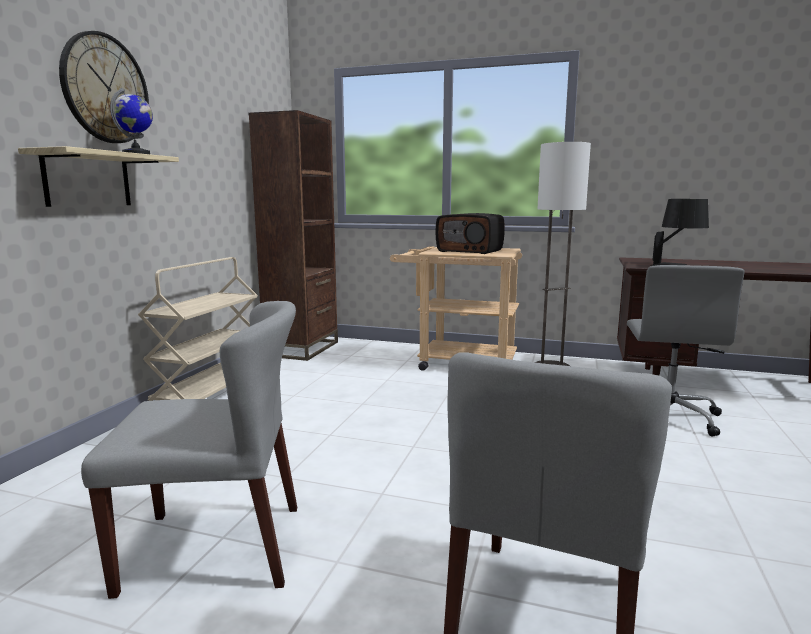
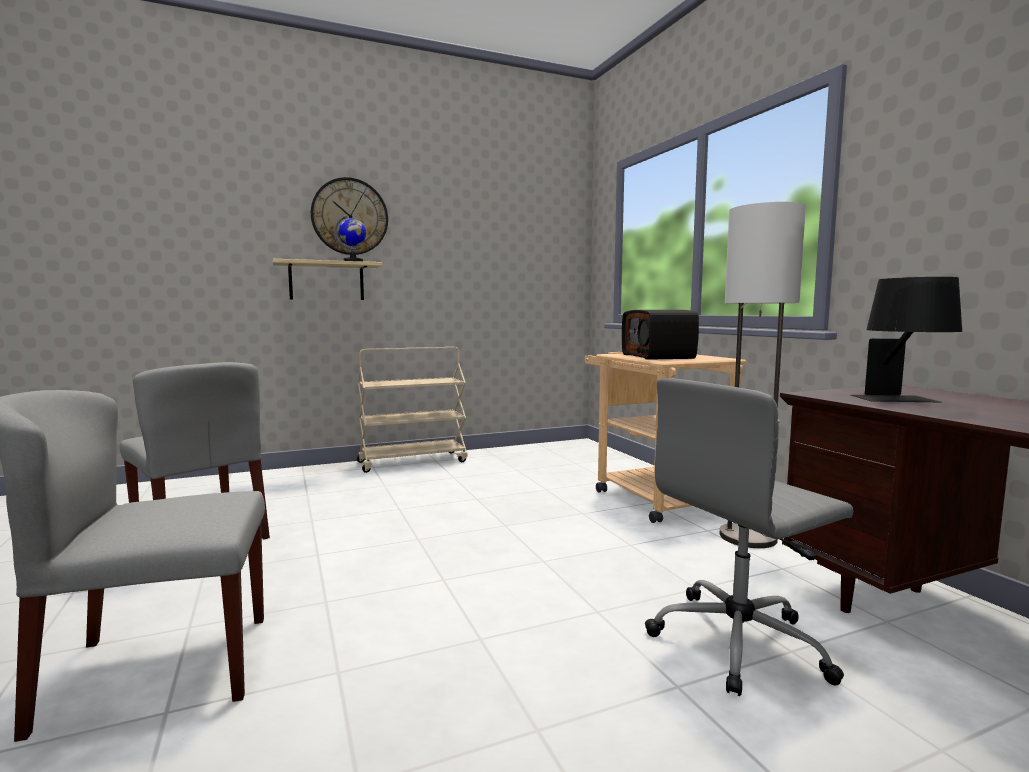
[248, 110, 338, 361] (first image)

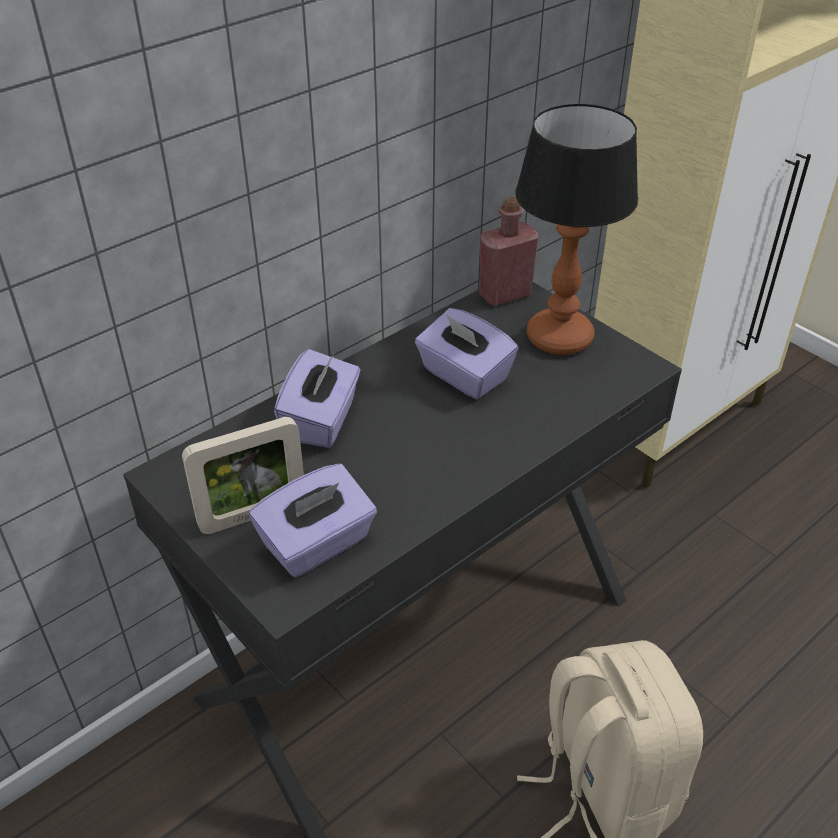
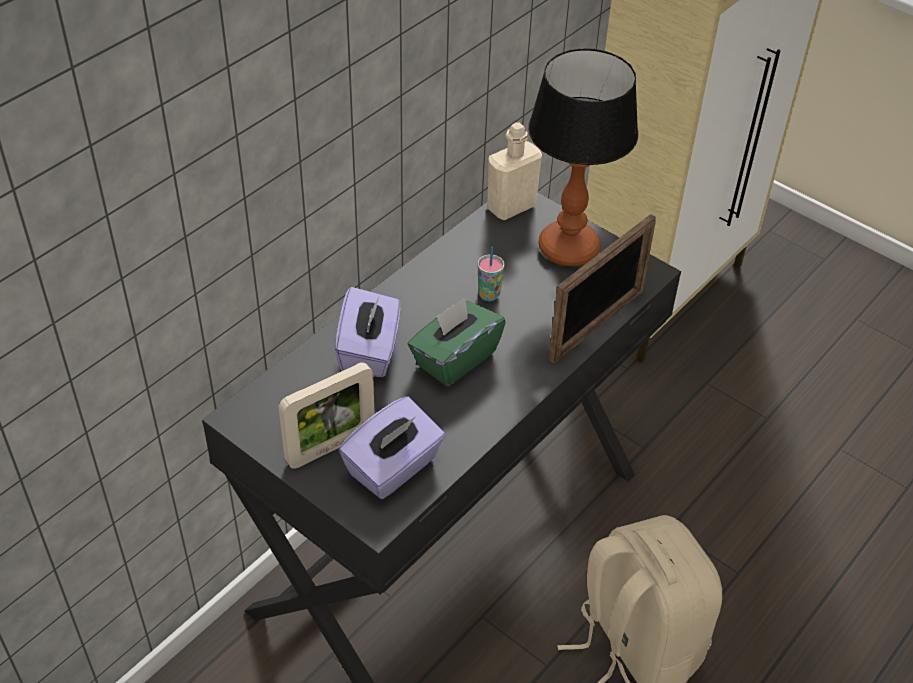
[408, 298, 506, 386]
[478, 247, 504, 301]
[487, 122, 542, 220]
[549, 214, 656, 363]

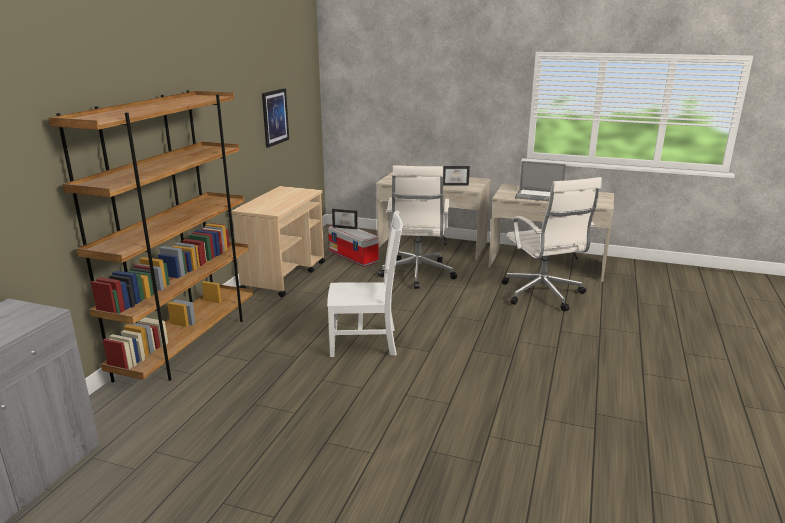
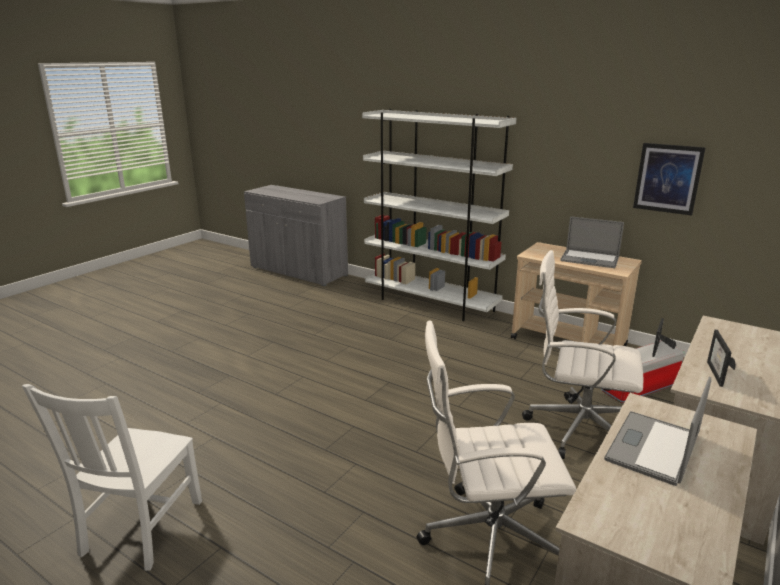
[22, 384, 202, 571]
[362, 109, 516, 321]
[560, 216, 624, 268]

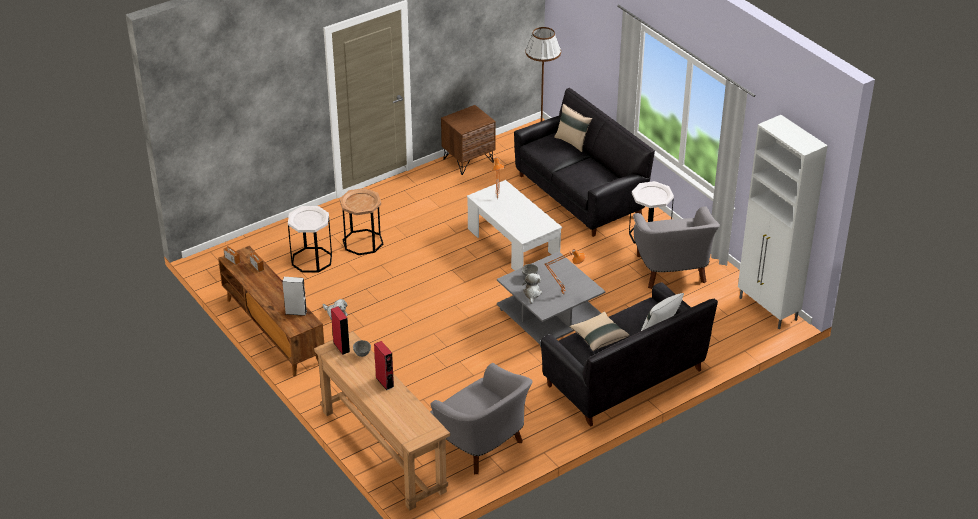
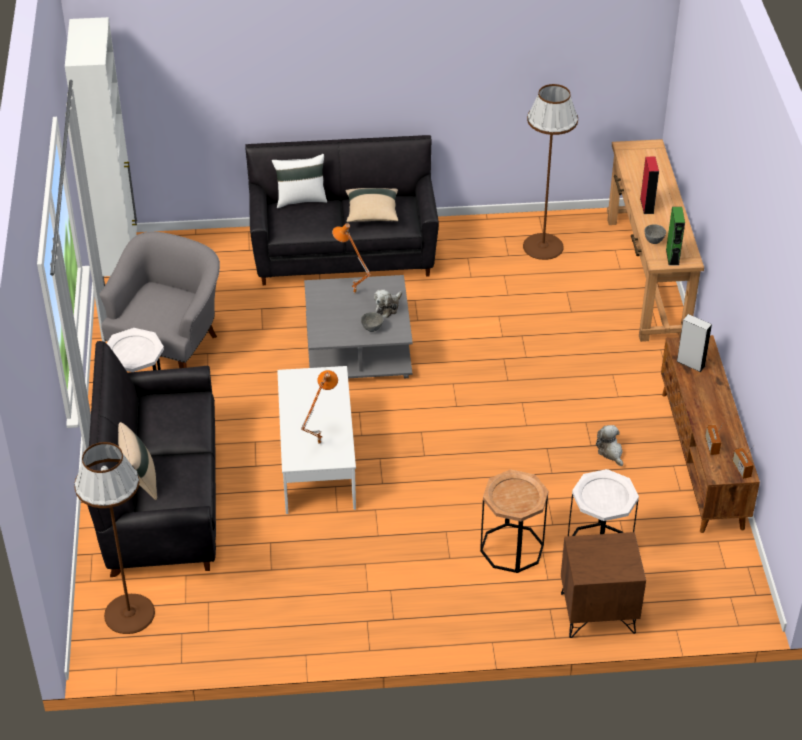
[523, 84, 578, 260]
[561, 532, 646, 638]
[666, 207, 685, 266]

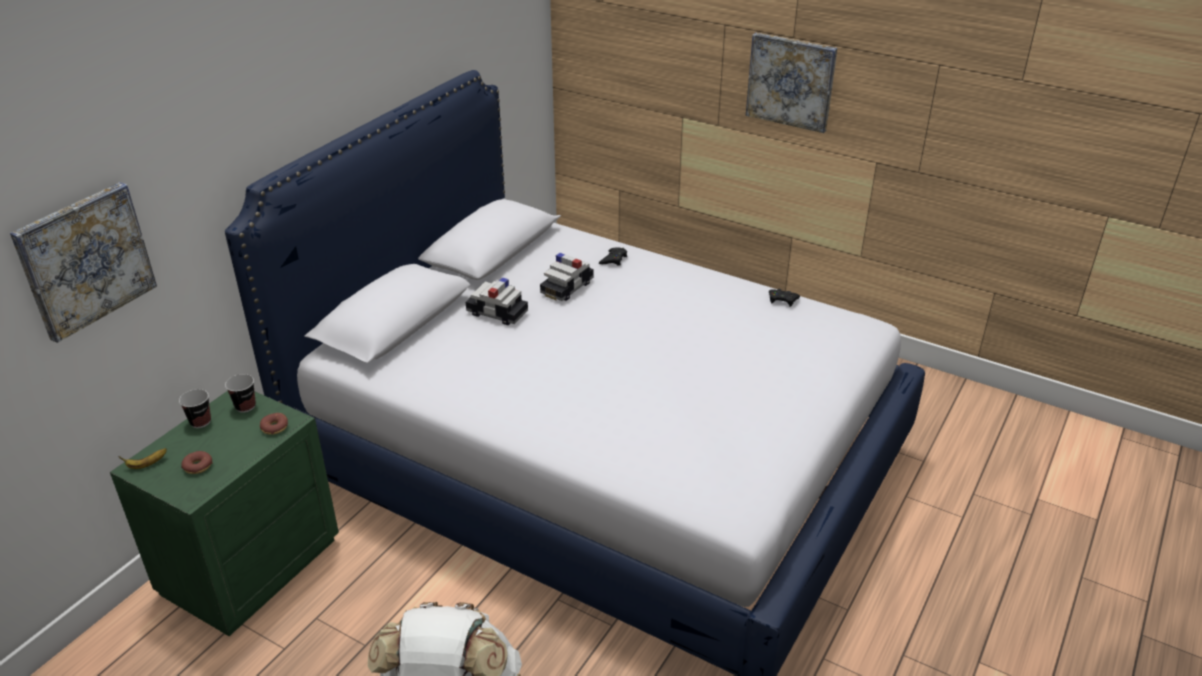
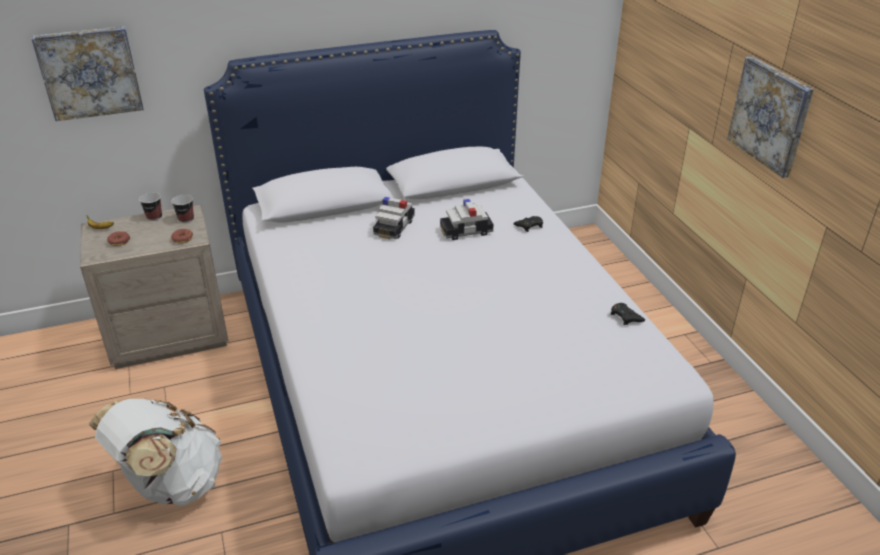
[80, 204, 228, 369]
[373, 197, 415, 239]

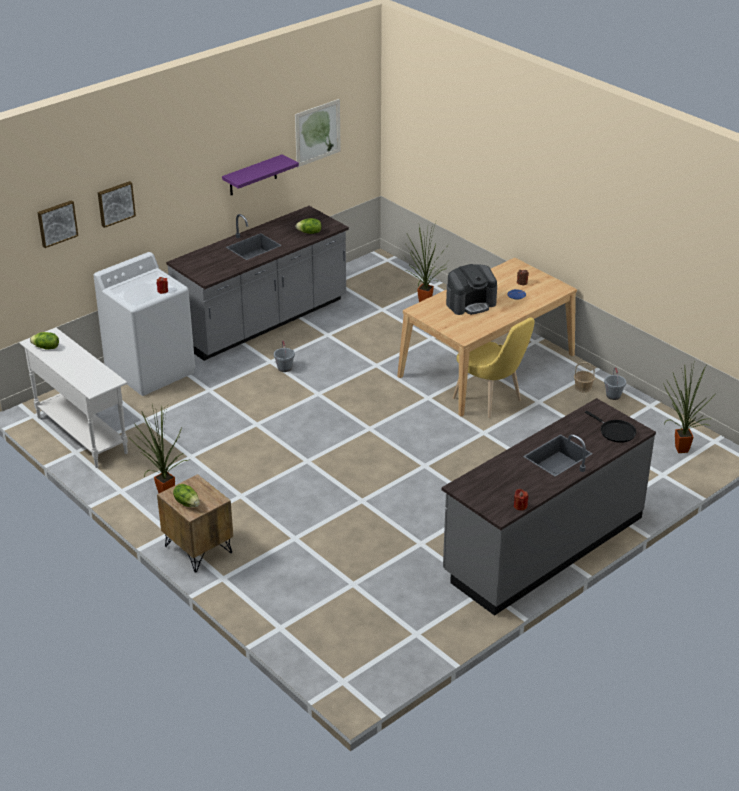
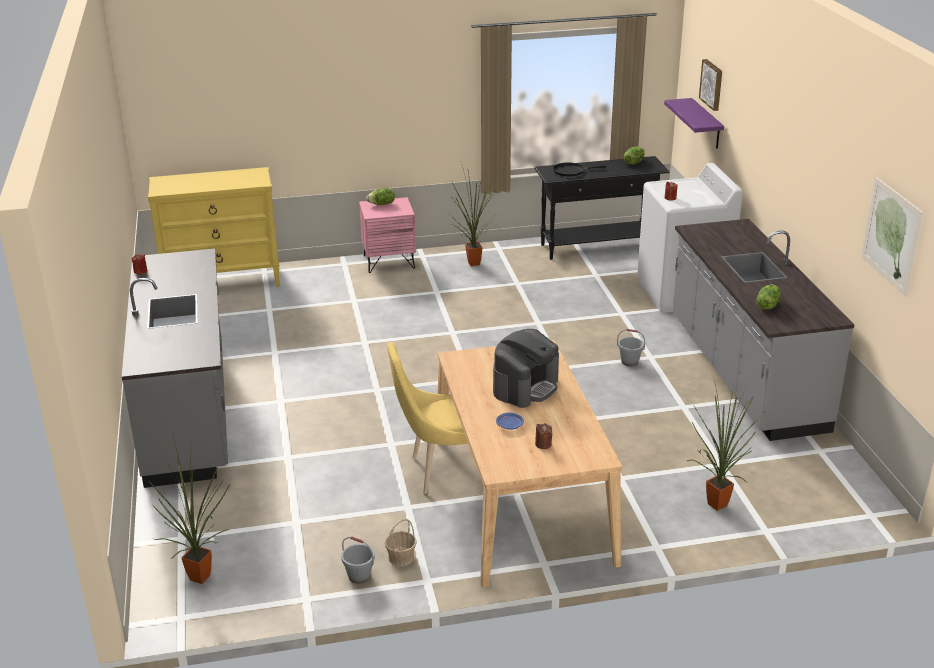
[148, 167, 280, 287]
[359, 197, 416, 273]
[493, 329, 559, 408]
[534, 156, 669, 260]
[553, 162, 606, 177]
[664, 98, 724, 149]
[98, 181, 136, 228] (first image)

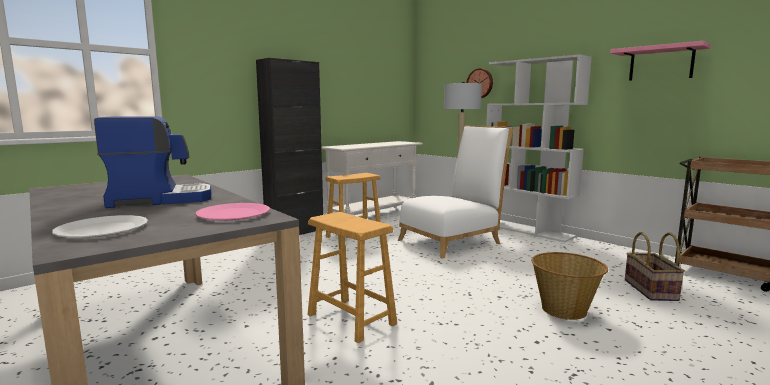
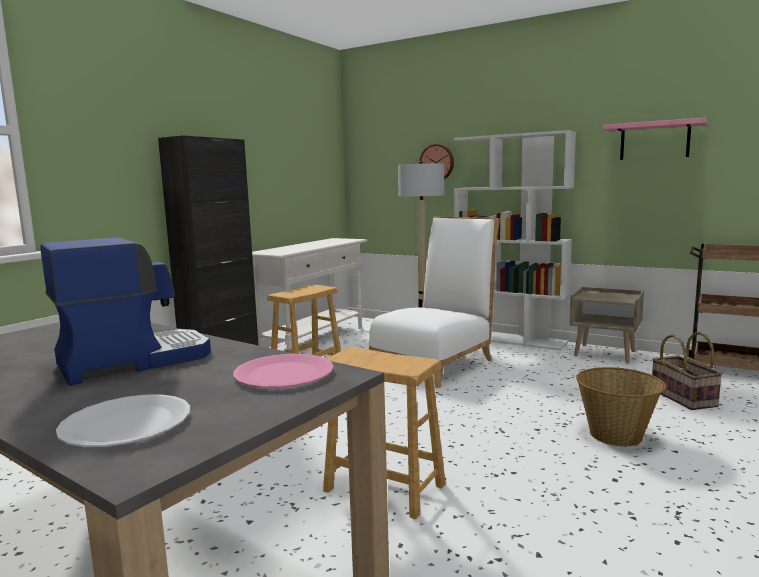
[570, 287, 644, 363]

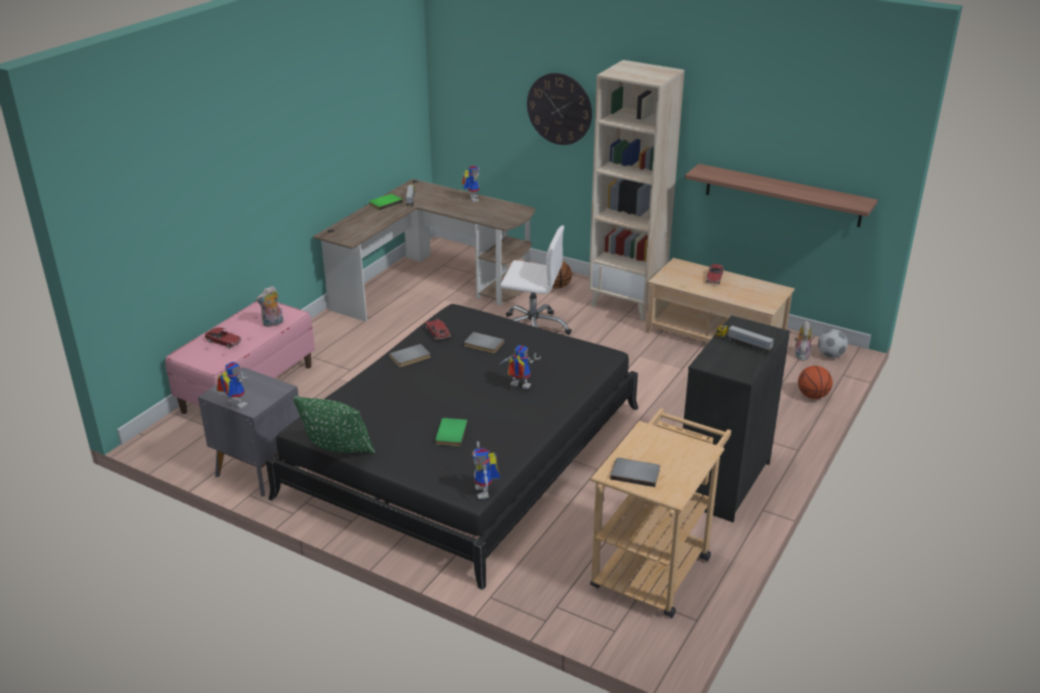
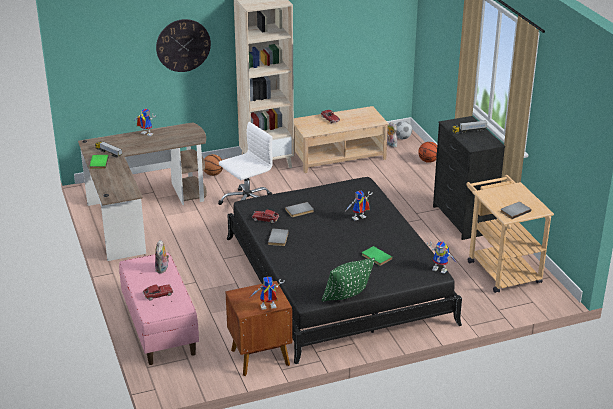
[225, 281, 292, 376]
[685, 164, 878, 227] (first image)

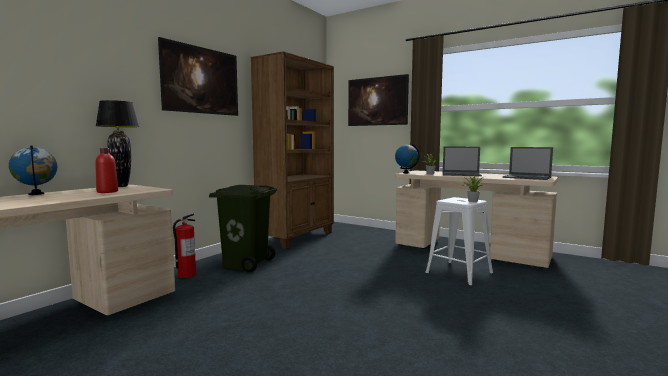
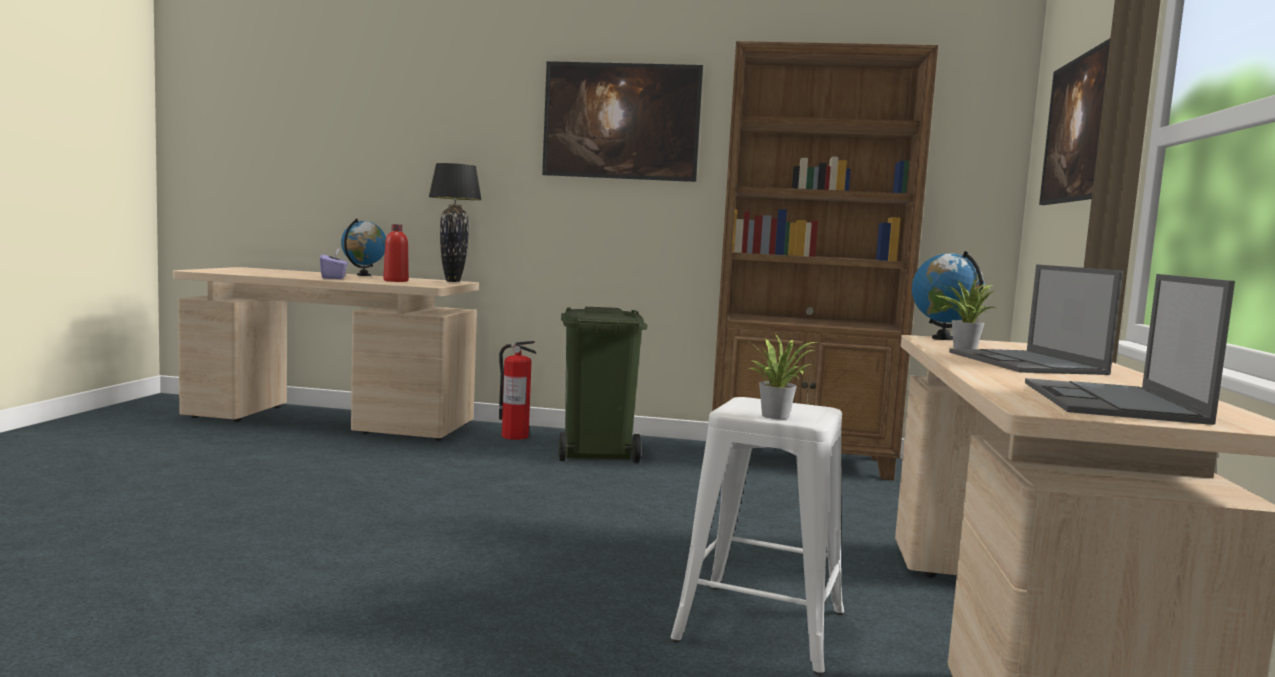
[320, 248, 348, 279]

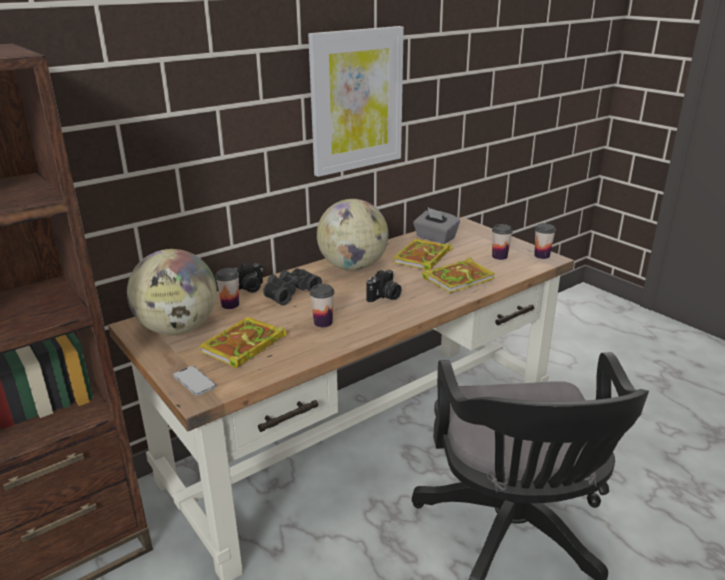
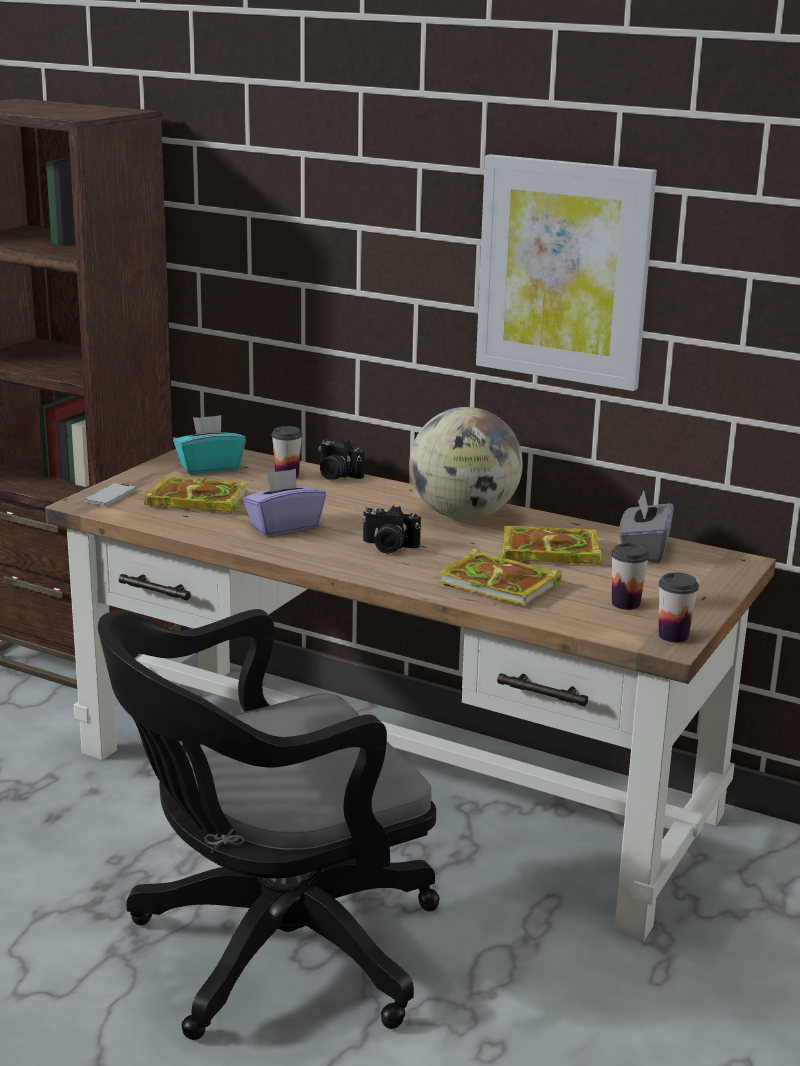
[173, 415, 246, 474]
[243, 469, 326, 536]
[263, 268, 322, 305] (first image)

